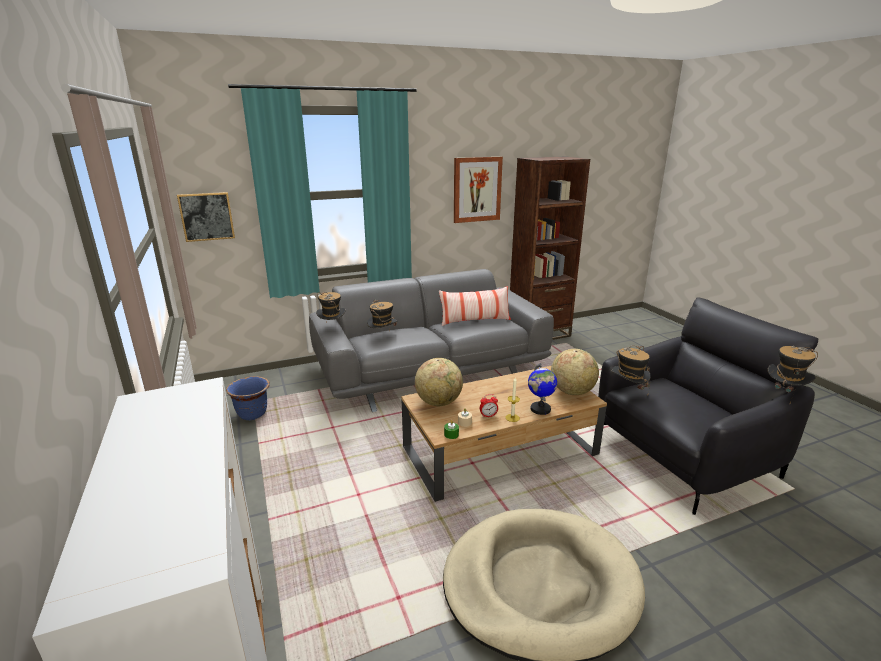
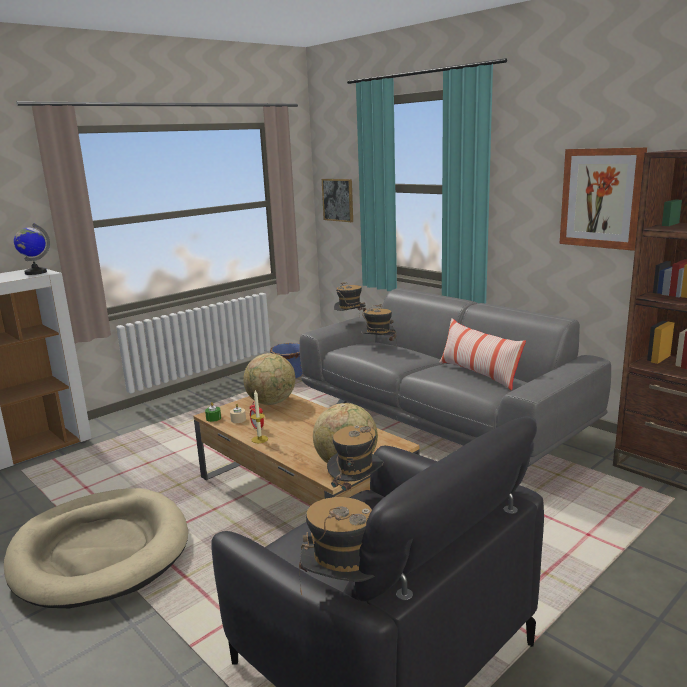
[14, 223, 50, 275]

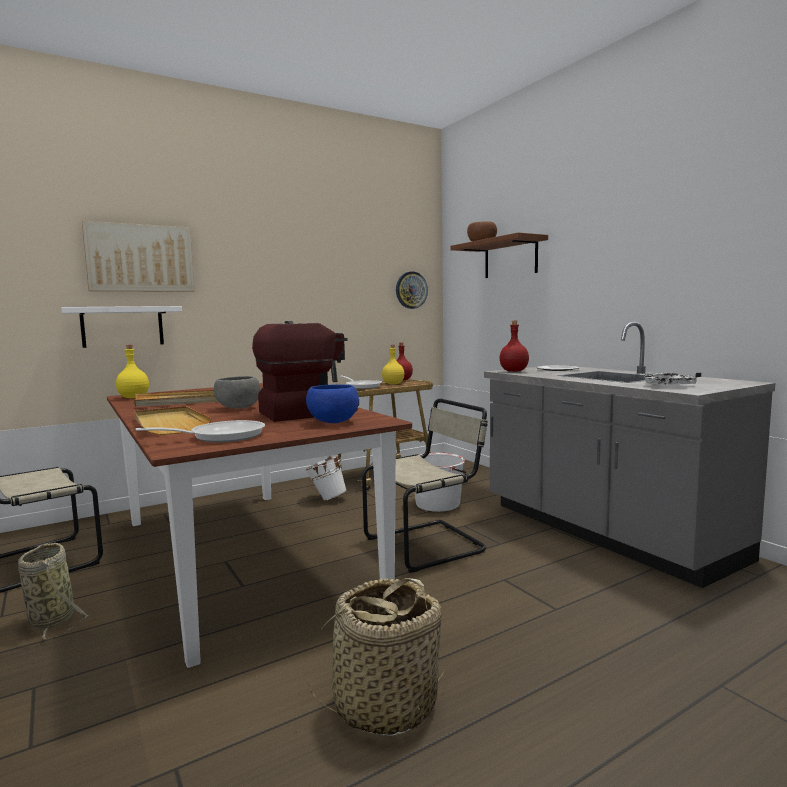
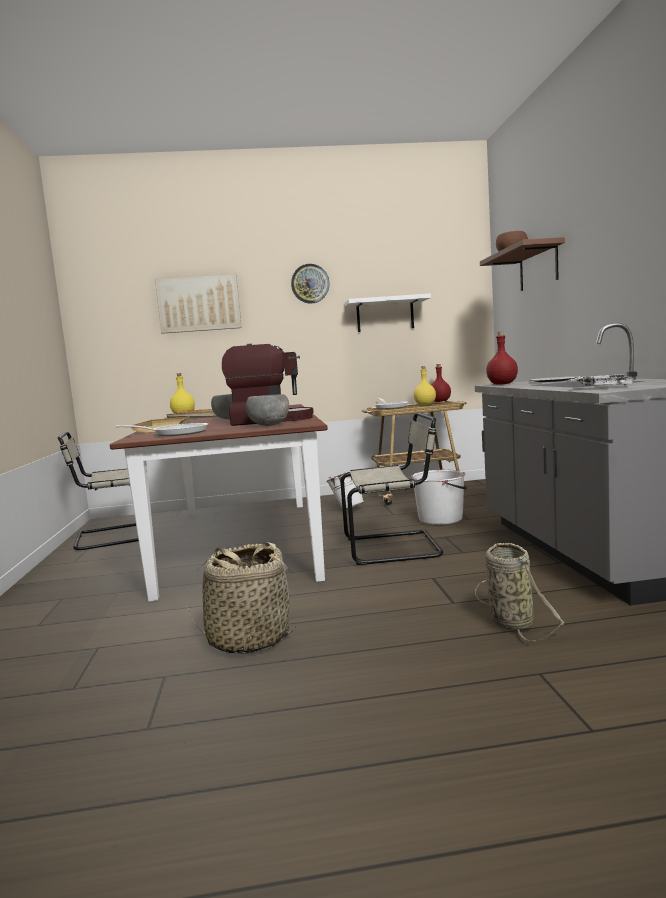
[246, 394, 289, 426]
[291, 264, 330, 304]
[345, 294, 431, 332]
[475, 543, 564, 642]

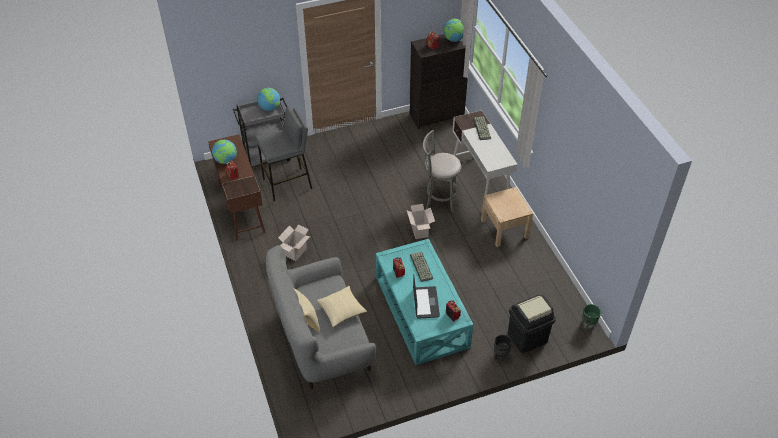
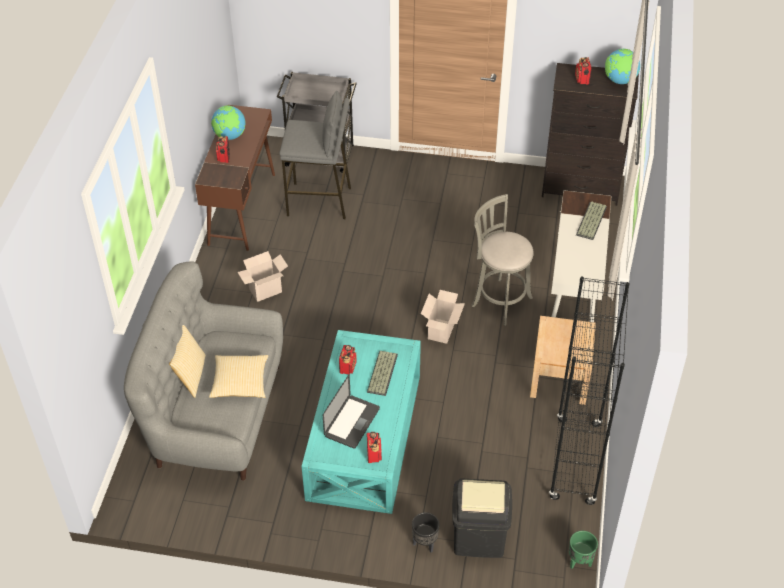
[549, 277, 630, 505]
[257, 88, 280, 111] (first image)

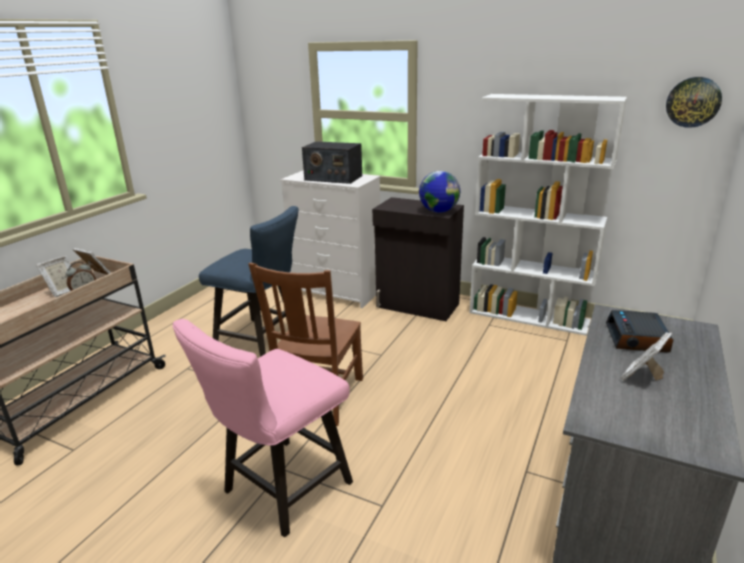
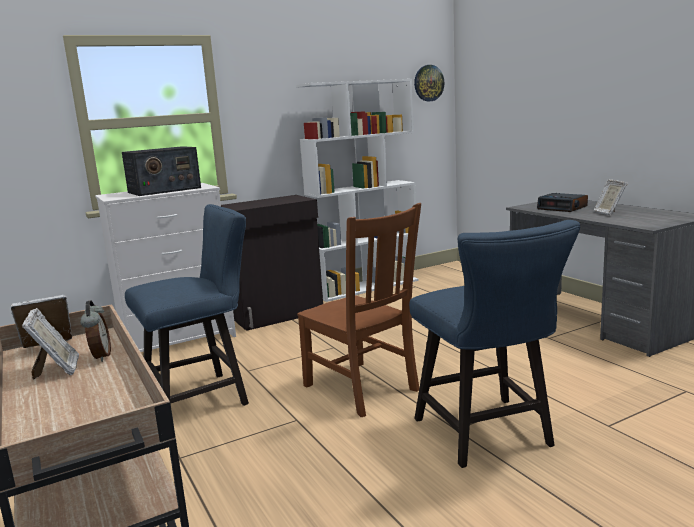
[409, 220, 580, 468]
[419, 171, 460, 213] (first image)

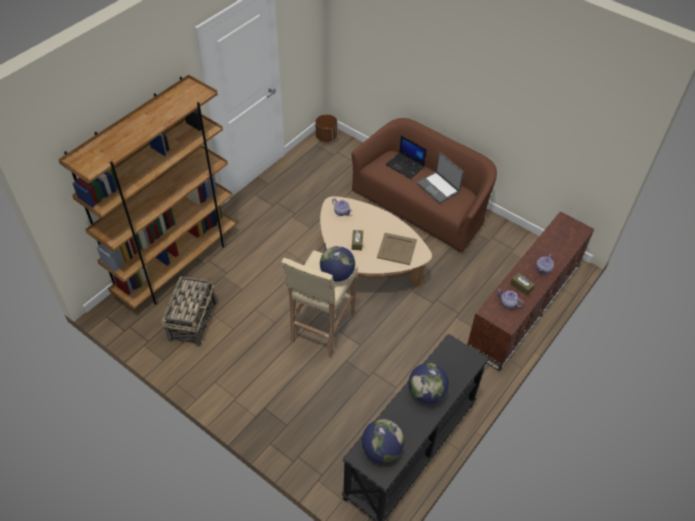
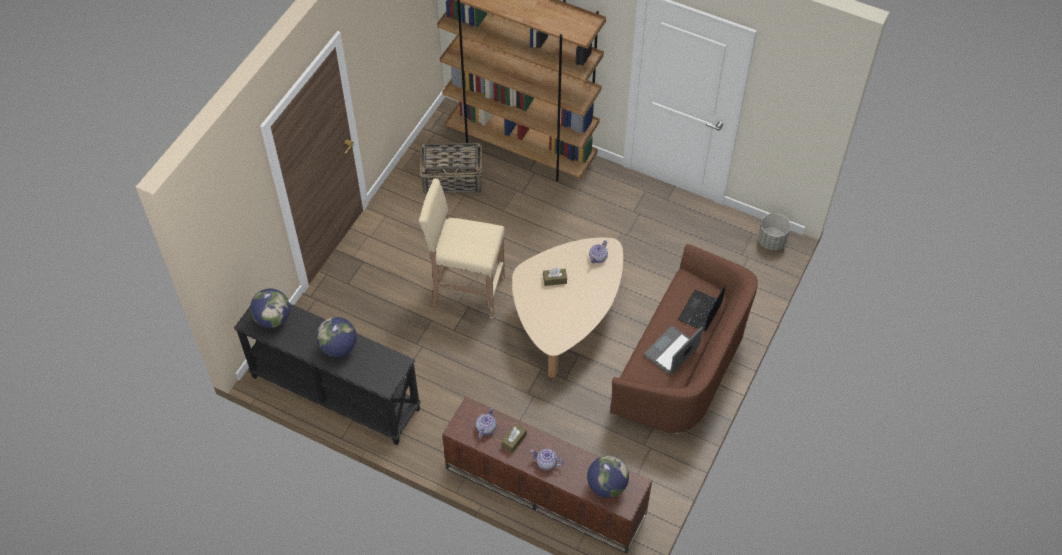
[587, 455, 629, 498]
[758, 213, 791, 250]
[377, 233, 417, 265] (first image)

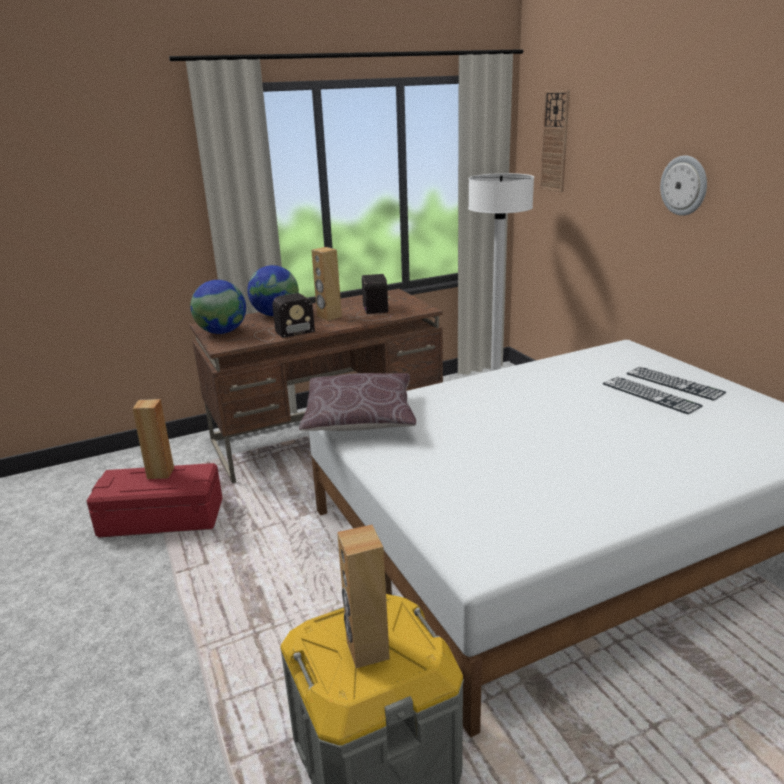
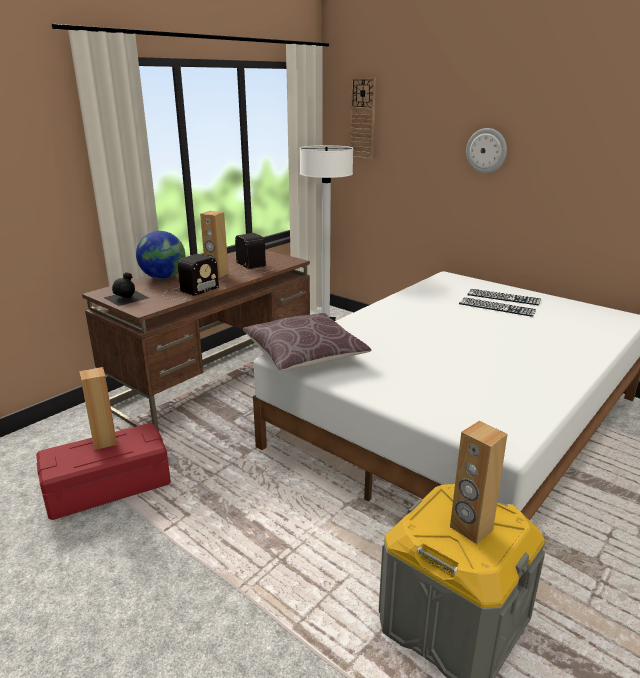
[104, 272, 149, 306]

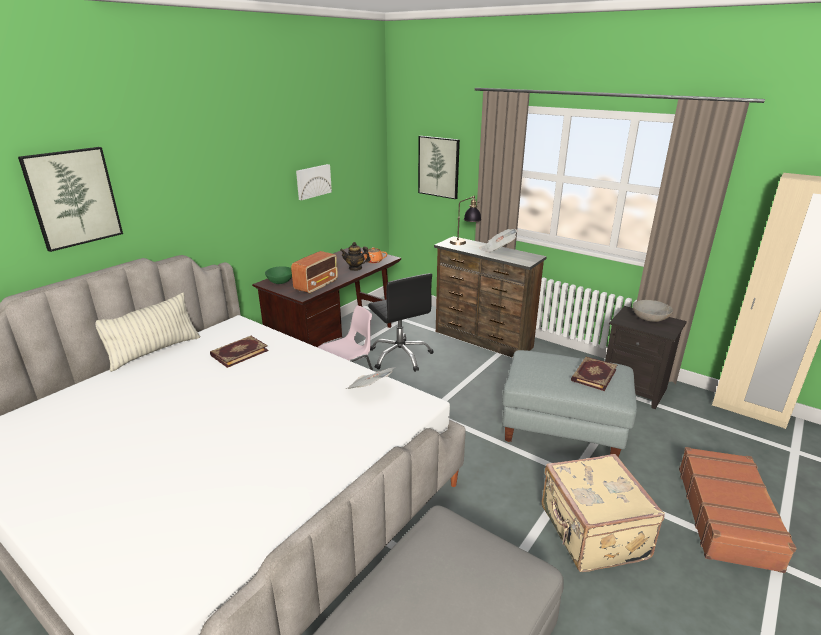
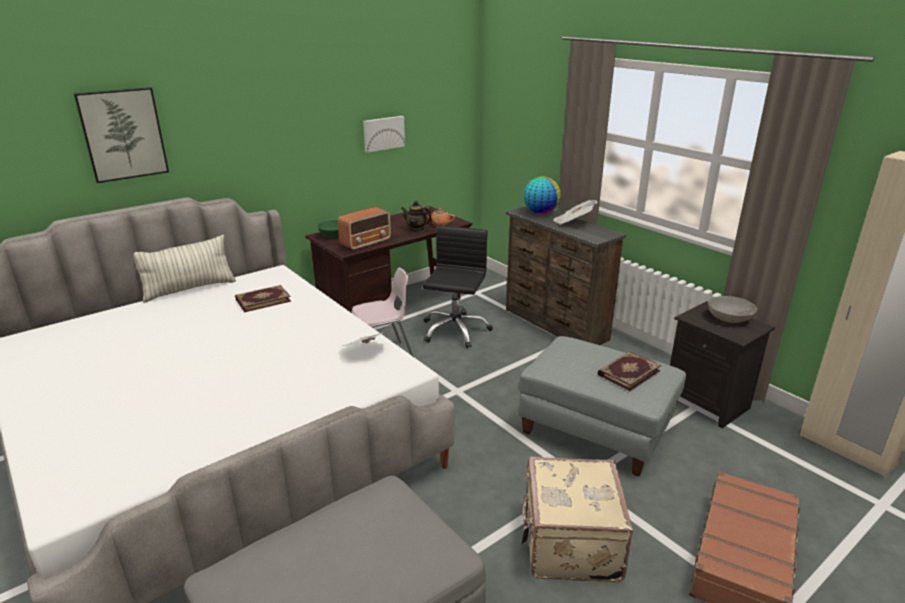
[422, 226, 493, 348]
[524, 176, 561, 214]
[418, 136, 460, 199] (first image)

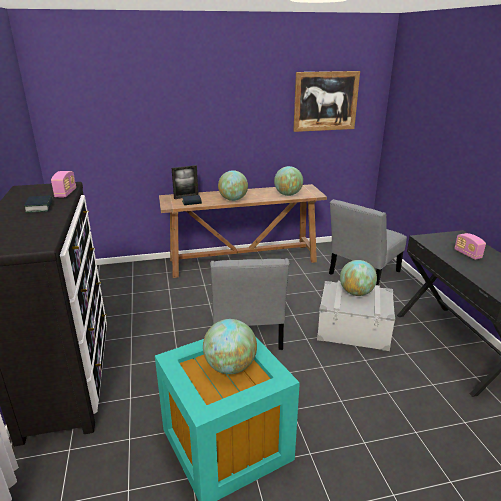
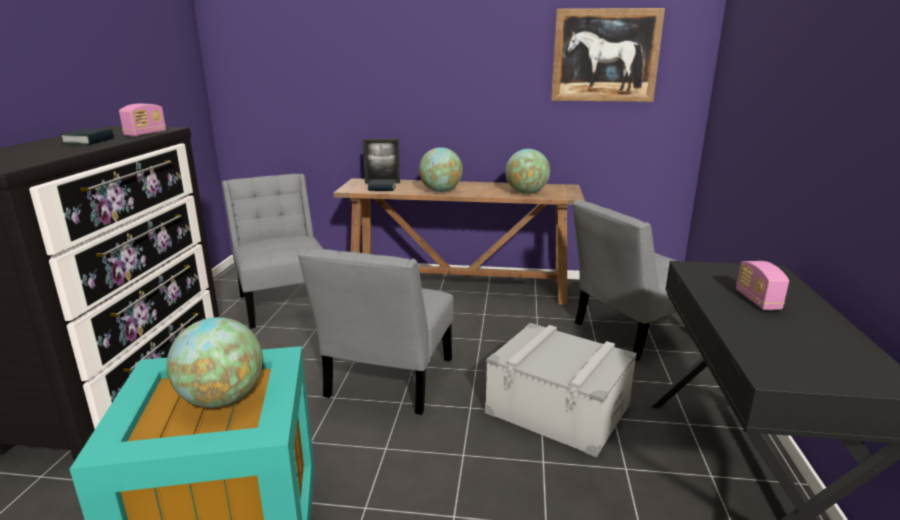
[222, 173, 323, 329]
[340, 260, 377, 296] (first image)

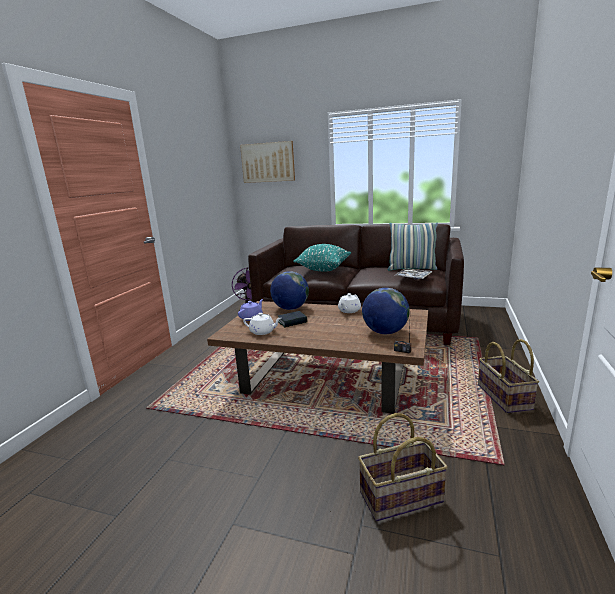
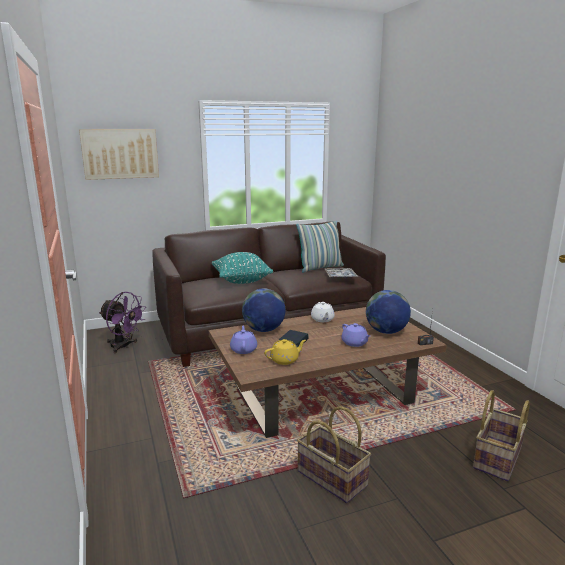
[264, 339, 306, 365]
[297, 406, 371, 503]
[341, 323, 370, 347]

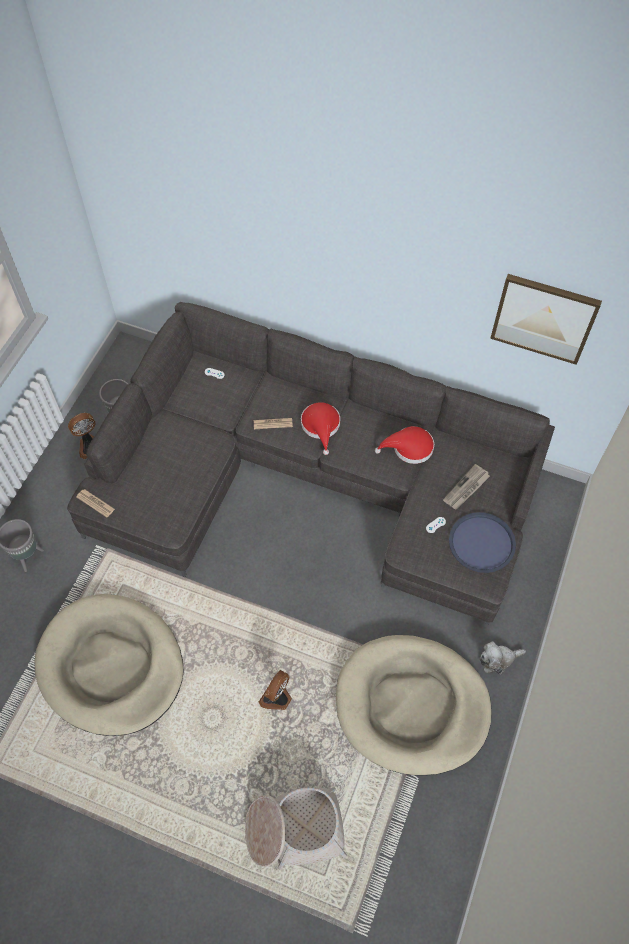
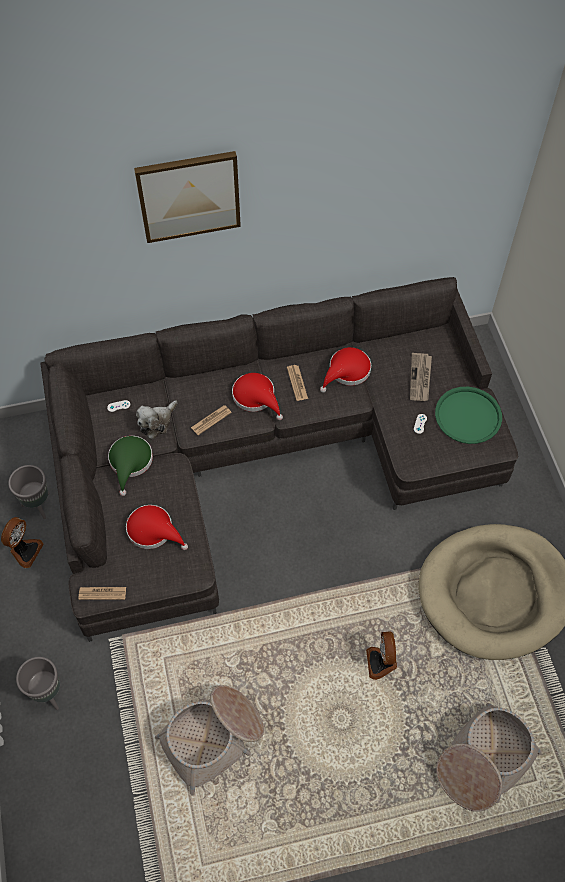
[108, 436, 153, 496]
[126, 505, 188, 550]
[134, 151, 241, 243]
[136, 400, 178, 439]
[155, 685, 264, 796]
[287, 365, 308, 401]
[435, 387, 502, 444]

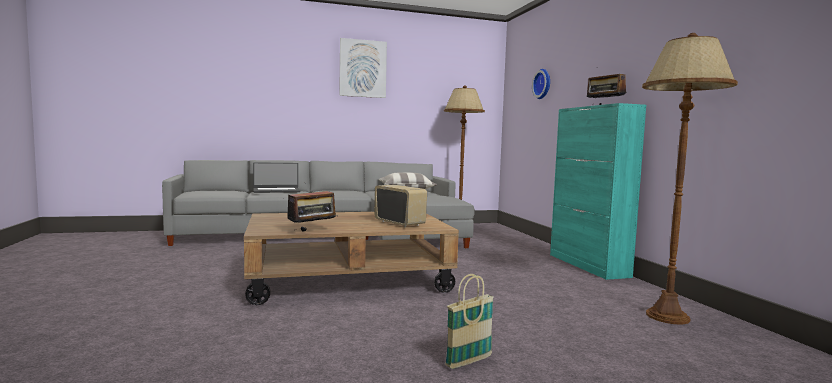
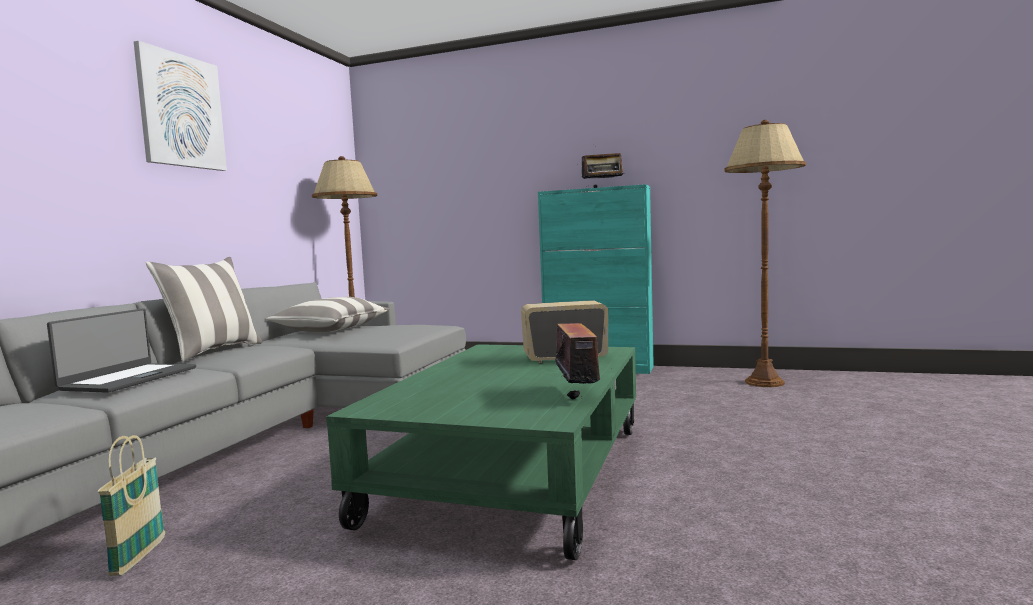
[98, 435, 165, 576]
[146, 257, 263, 362]
[326, 344, 636, 560]
[532, 69, 550, 99] (first image)

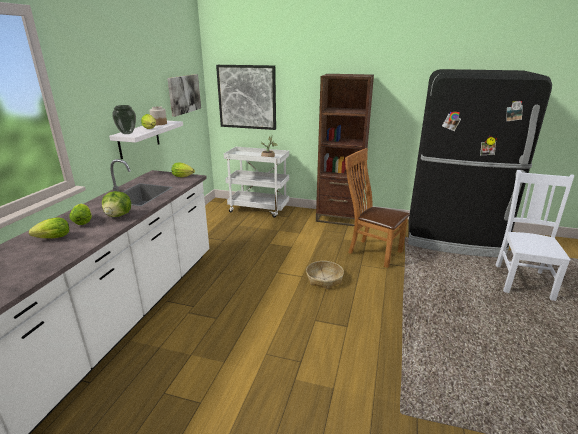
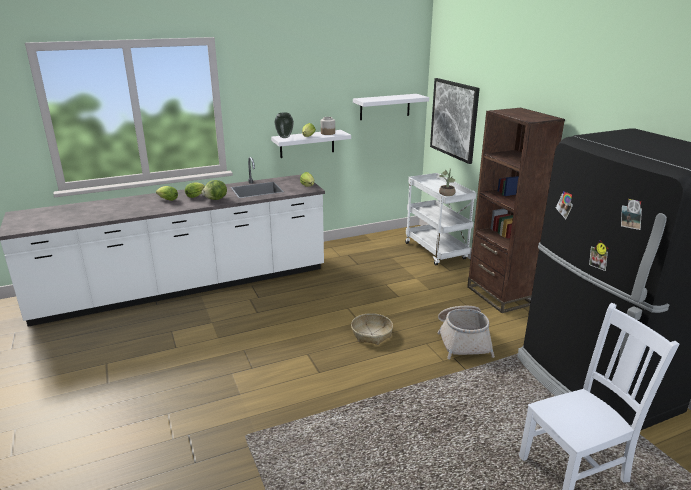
[353, 94, 429, 120]
[437, 306, 495, 359]

